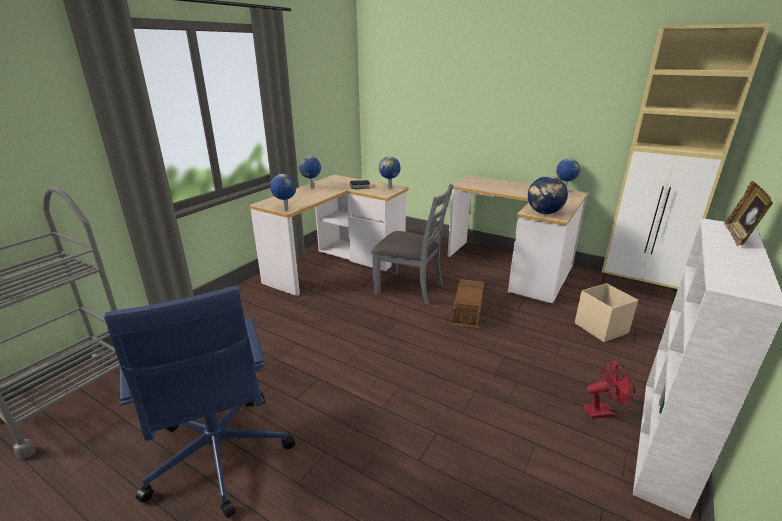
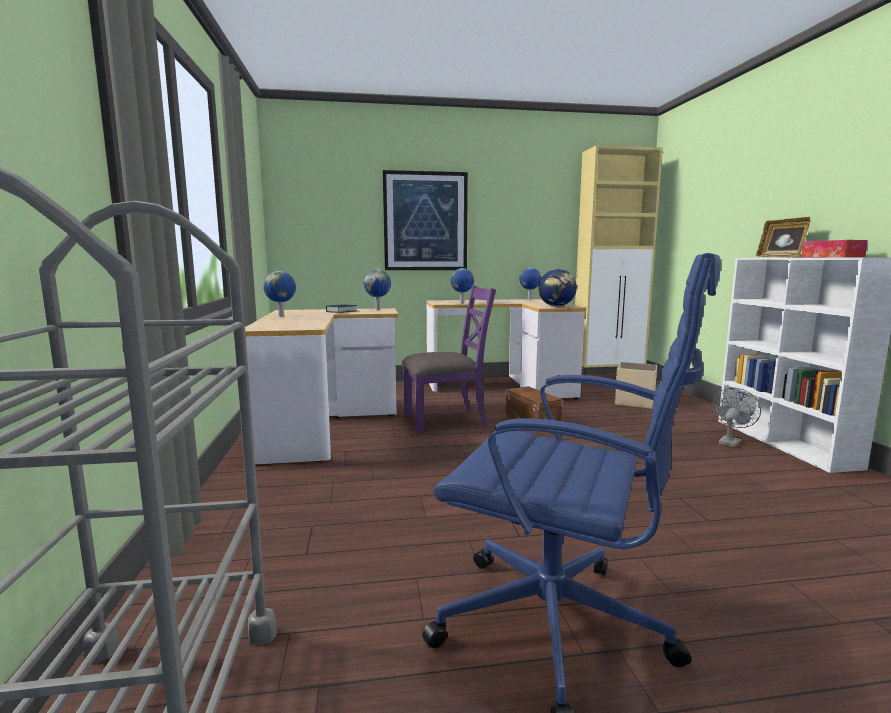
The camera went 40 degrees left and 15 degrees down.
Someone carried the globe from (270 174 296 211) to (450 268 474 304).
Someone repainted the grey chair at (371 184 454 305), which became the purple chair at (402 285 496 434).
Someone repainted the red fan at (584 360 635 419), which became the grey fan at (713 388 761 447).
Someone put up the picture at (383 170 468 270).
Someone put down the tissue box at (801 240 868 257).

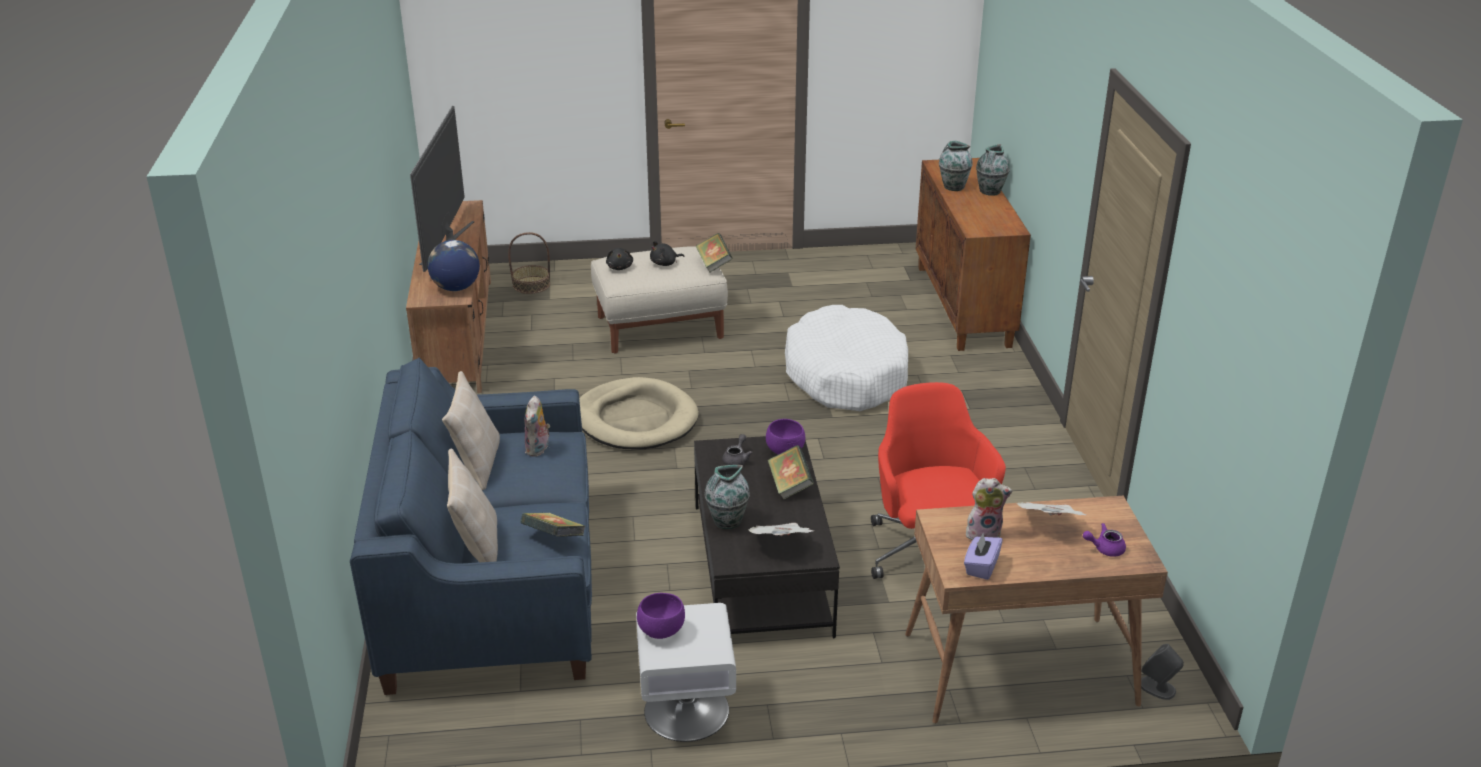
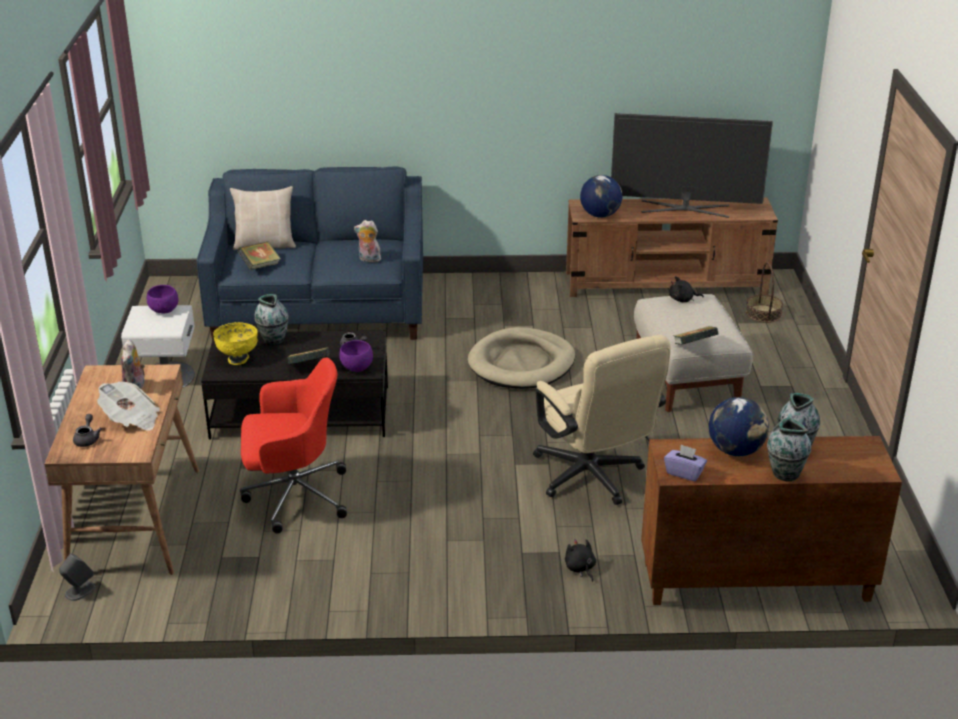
The camera went 95 degrees right and 0 degrees up.
Someone carried the black plush toy from (650 241 684 266) to (565 539 596 582).
Someone swapped the white dog bed at (785 305 908 411) for the beige office chair at (533 335 671 505).
Someone took away the beige pillow at (442 371 500 490).
Someone swapped the newspaper at (749 523 813 536) for the yellow bowl at (213 322 258 365).
Someone repainted the purple teapot at (1083 523 1126 557), which became the grey teapot at (73 414 102 447).
Someone carried the purple tissue box from (964 533 1003 580) to (664 444 707 482).
Someone put down the globe at (709 397 769 456).

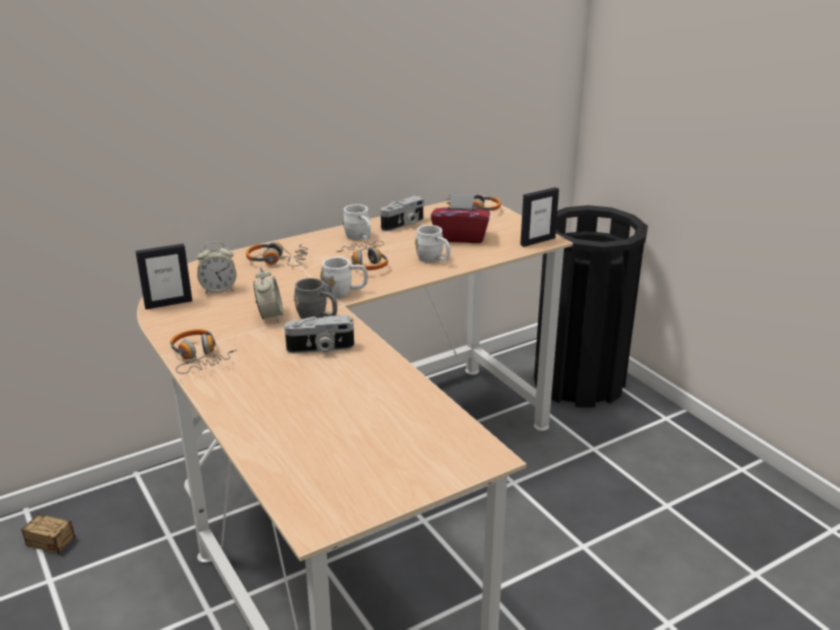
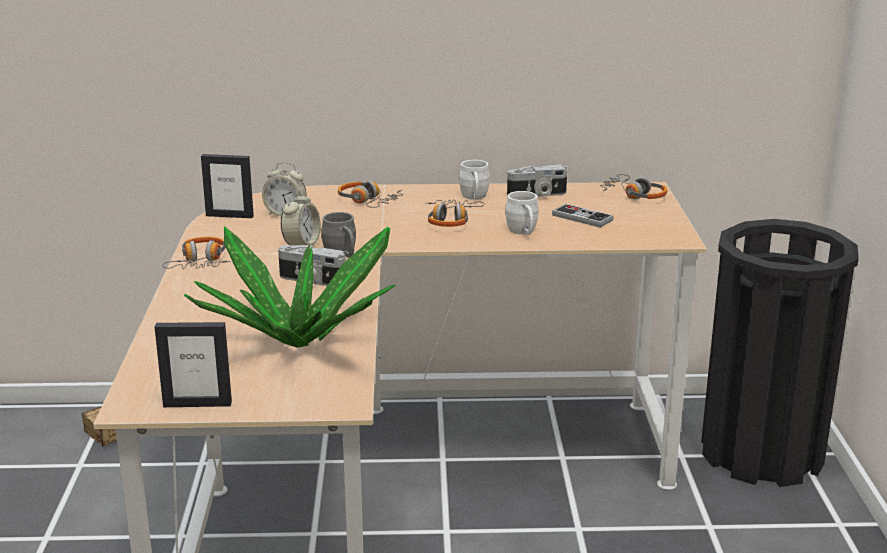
The camera went 30 degrees right and 5 degrees down.
Someone carried the picture frame from (520 187 559 247) to (155 322 232 407).
Someone swapped the red tissue box at (431 193 490 243) for the game controller at (552 204 614 228).
Someone took away the white mug at (320 257 368 298).
Someone put down the potted plant at (184 227 396 348).

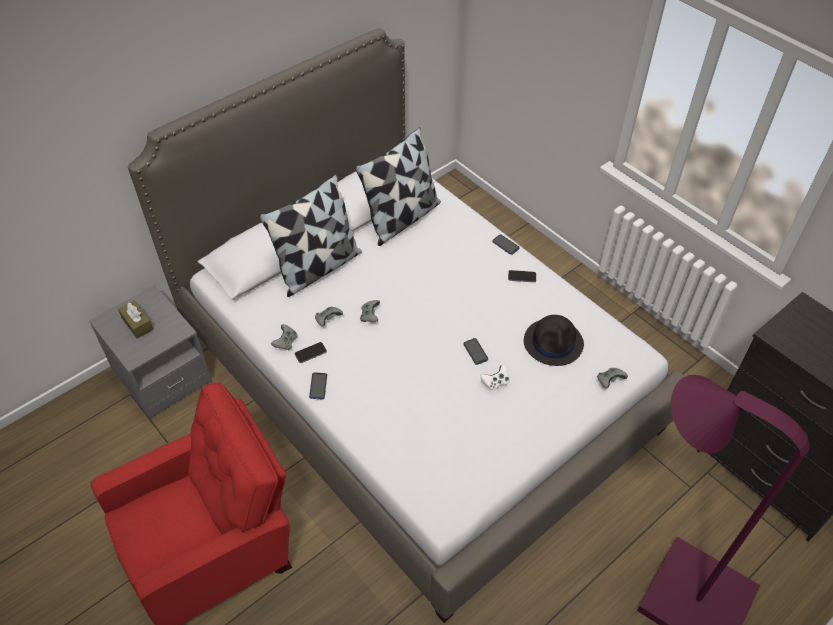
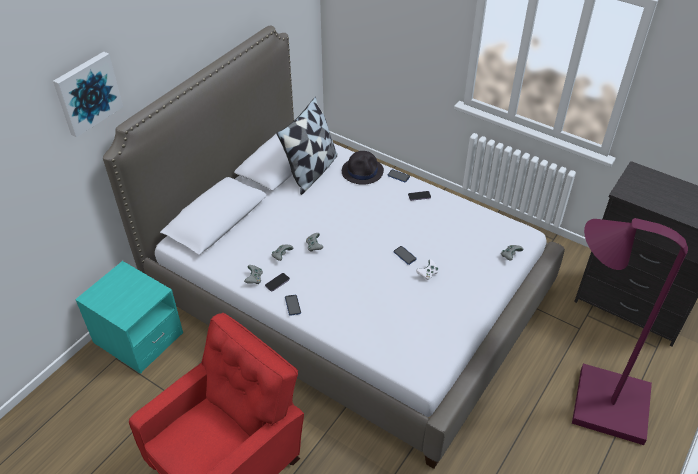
The camera went 15 degrees left and 5 degrees down.
Someone took away the pillow at (259 174 362 297).
Someone repainted the grey nightstand at (89 285 212 419), which became the turquoise nightstand at (75 261 183 374).
Someone took away the brown tissue box at (118 300 153 339).
Someone carried the black hat from (524 315 584 366) to (342 151 384 185).
Someone put up the picture at (53 52 123 137).

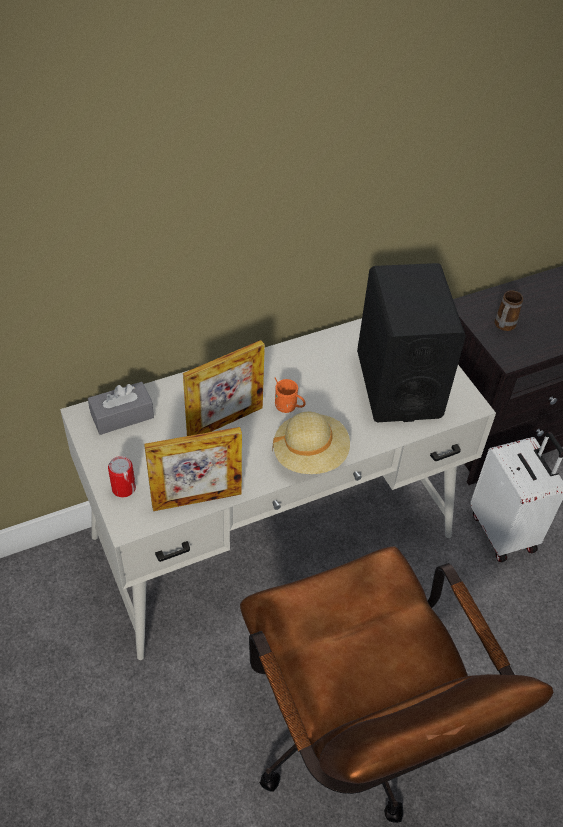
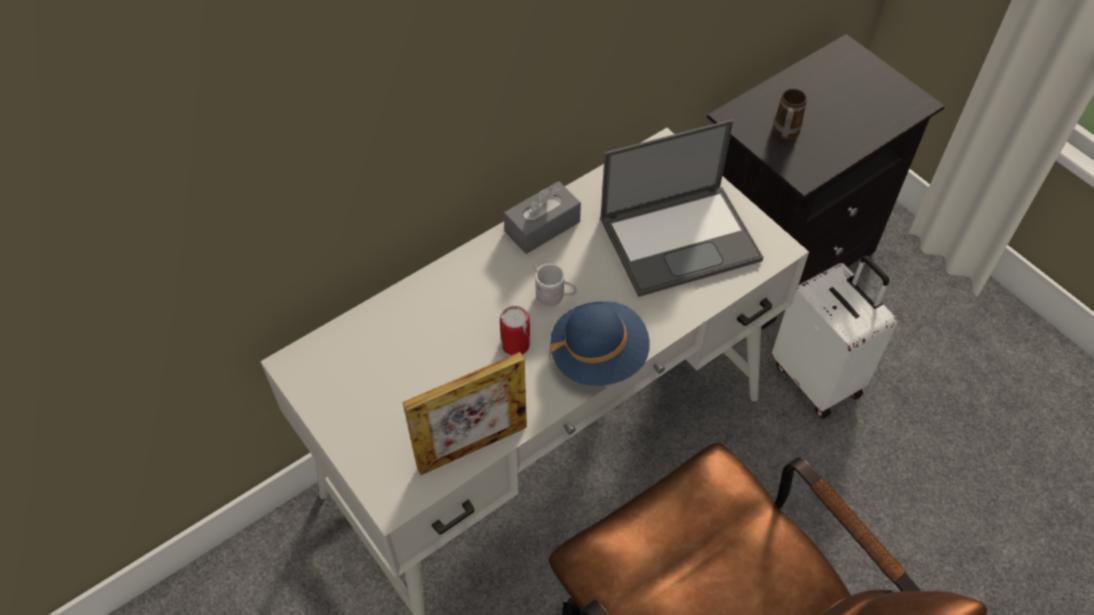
The camera went 10 degrees left and 5 degrees up.
Someone swapped the black speaker at (357 263 466 422) for the laptop at (600 119 764 297).
Someone took away the picture frame at (183 340 265 436).
Someone repainted the orange mug at (275 377 306 413), which became the white mug at (533 263 577 306).
Someone carried the grey tissue box from (88 382 154 435) to (504 181 581 254).
Someone repainted the beige hat at (272 412 350 474), which became the blue hat at (550 301 650 386).
Someone carried the can from (108 456 136 497) to (500 306 530 355).

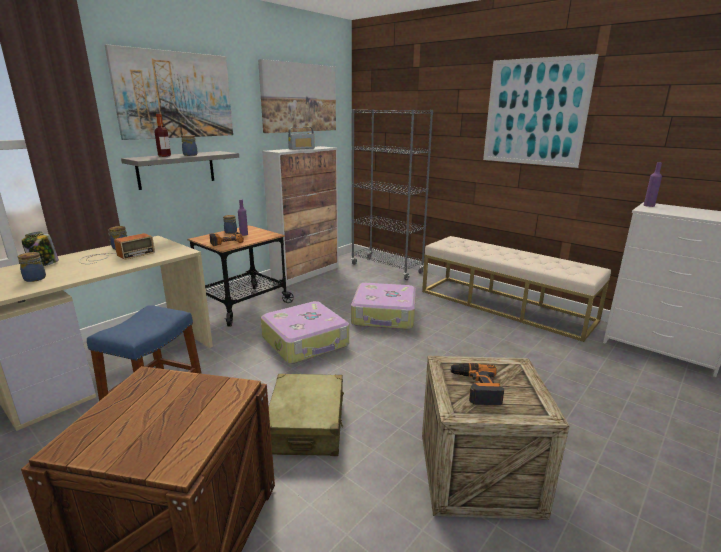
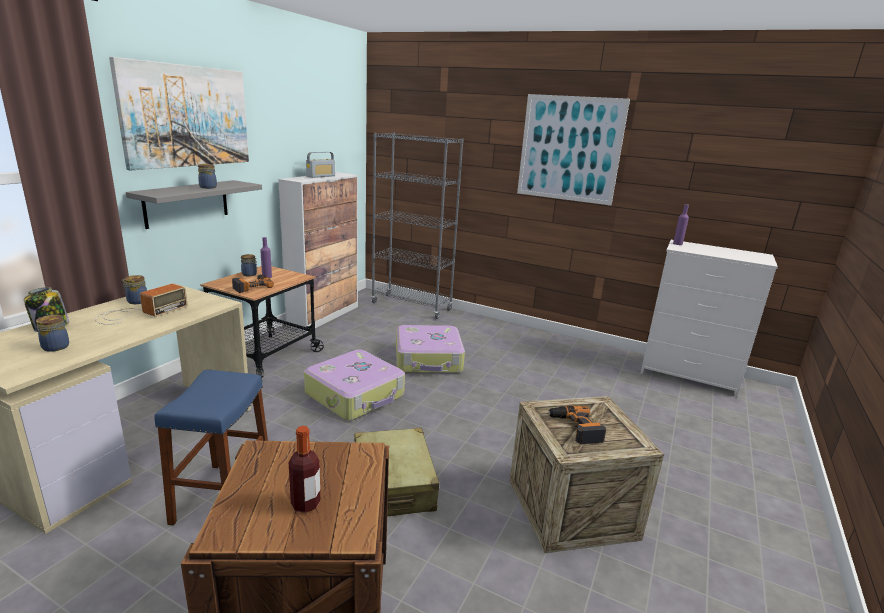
The camera went 15 degrees left and 0 degrees up.
Someone took away the picture at (258 59 336 133).
Someone carried the bottle from (155 114 171 157) to (289 426 320 513).
Someone took away the beige bench at (422 236 611 342).

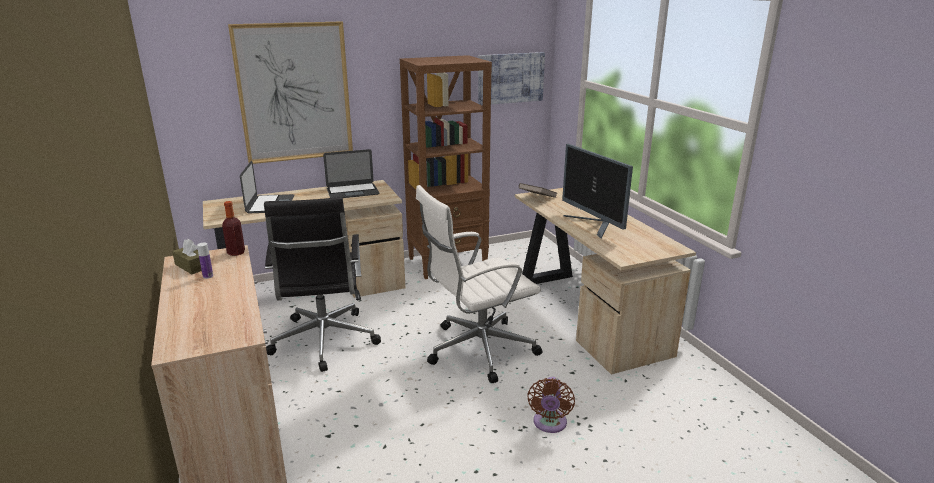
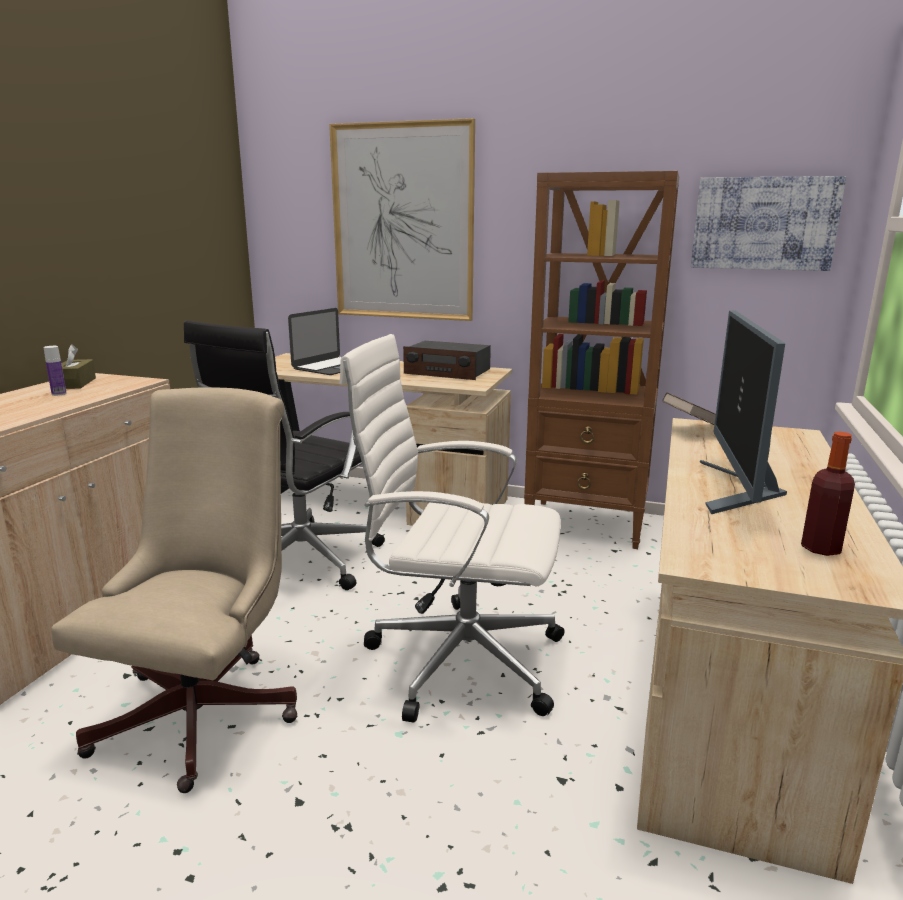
The camera went 40 degrees right and 5 degrees down.
Someone swapped the laptop at (323 149 379 198) for the radio at (403 341 491 380).
Someone carried the bottle from (222 201 245 256) to (801 432 855 556).
Someone took away the brown fan at (527 377 575 433).
Someone put down the beige office chair at (51 387 297 793).

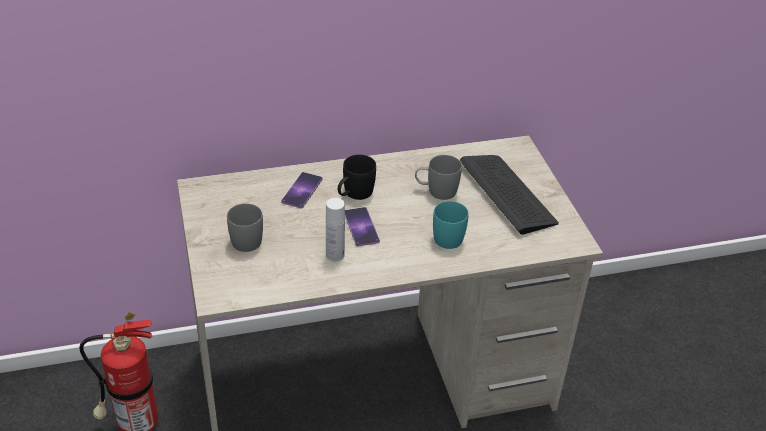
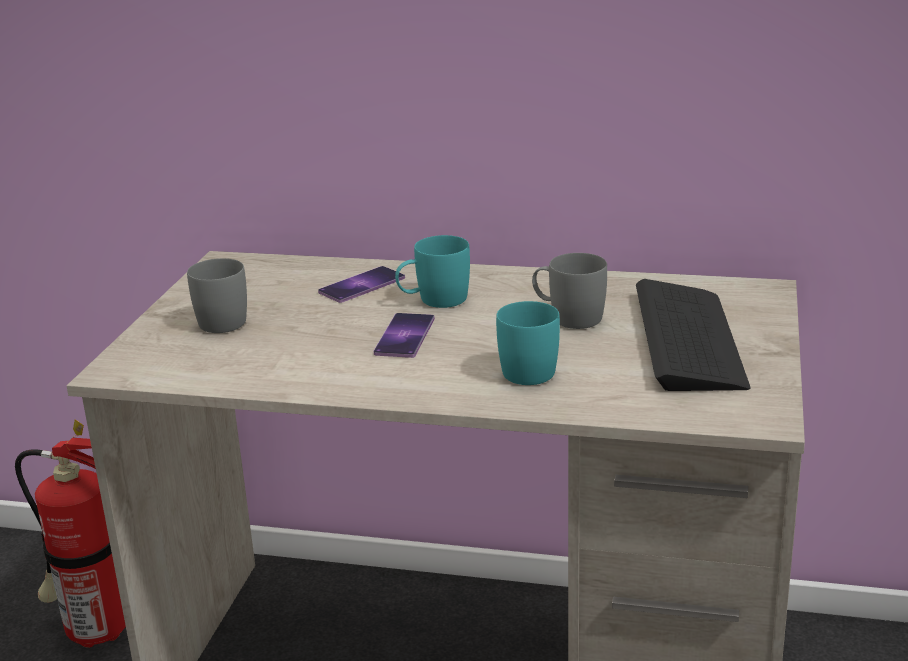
The camera went 30 degrees right and 15 degrees down.
Someone repainted the black mug at (338 155 376 200), which became the turquoise mug at (395 235 470 308).
Someone took away the white bottle at (326 198 345 262).

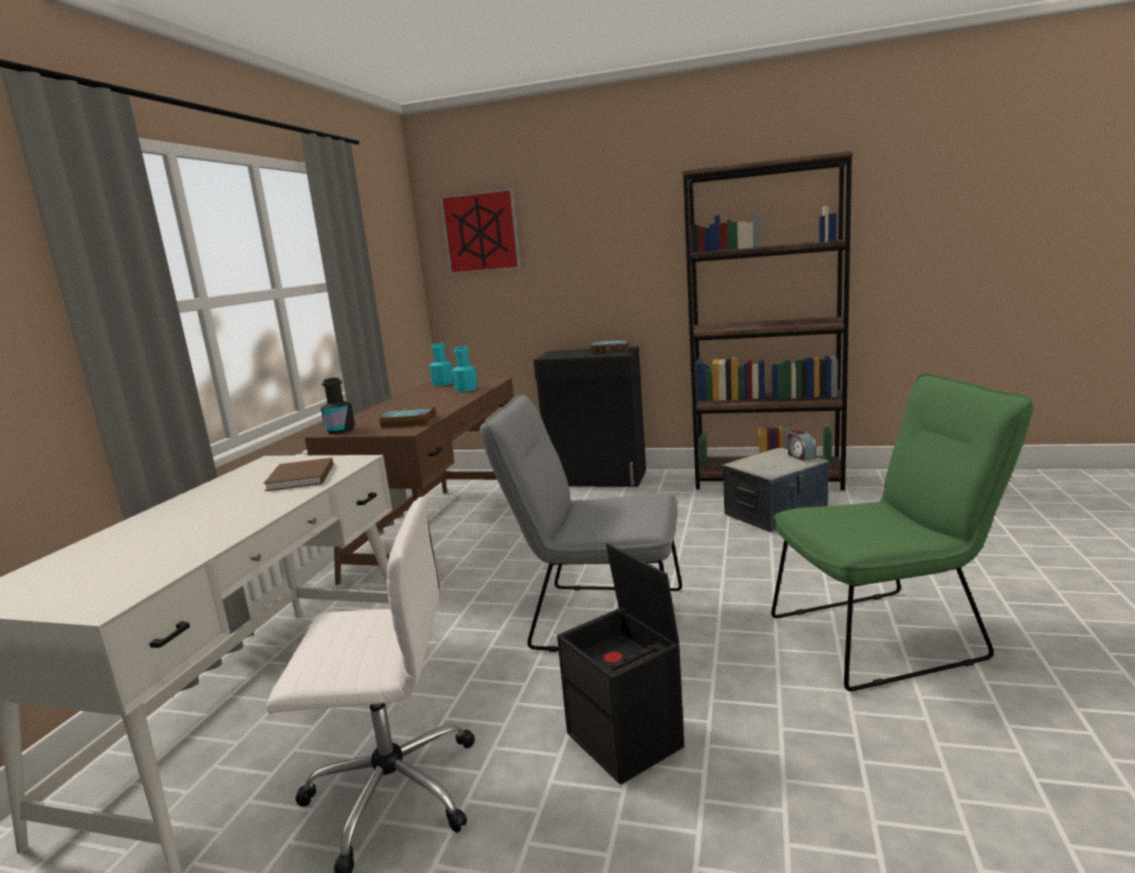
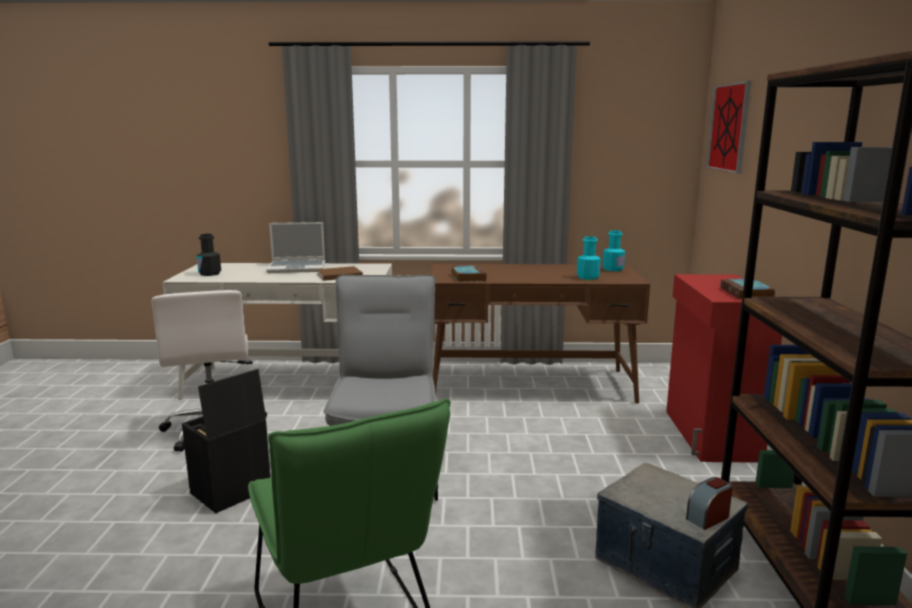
The camera went 75 degrees right and 0 degrees up.
Someone repainted the black cabinet at (534 346 646 487), which became the red cabinet at (666 274 782 463).
Someone carried the black bottle from (321 378 355 434) to (196 234 221 276).
Someone put down the laptop at (266 222 325 273).

